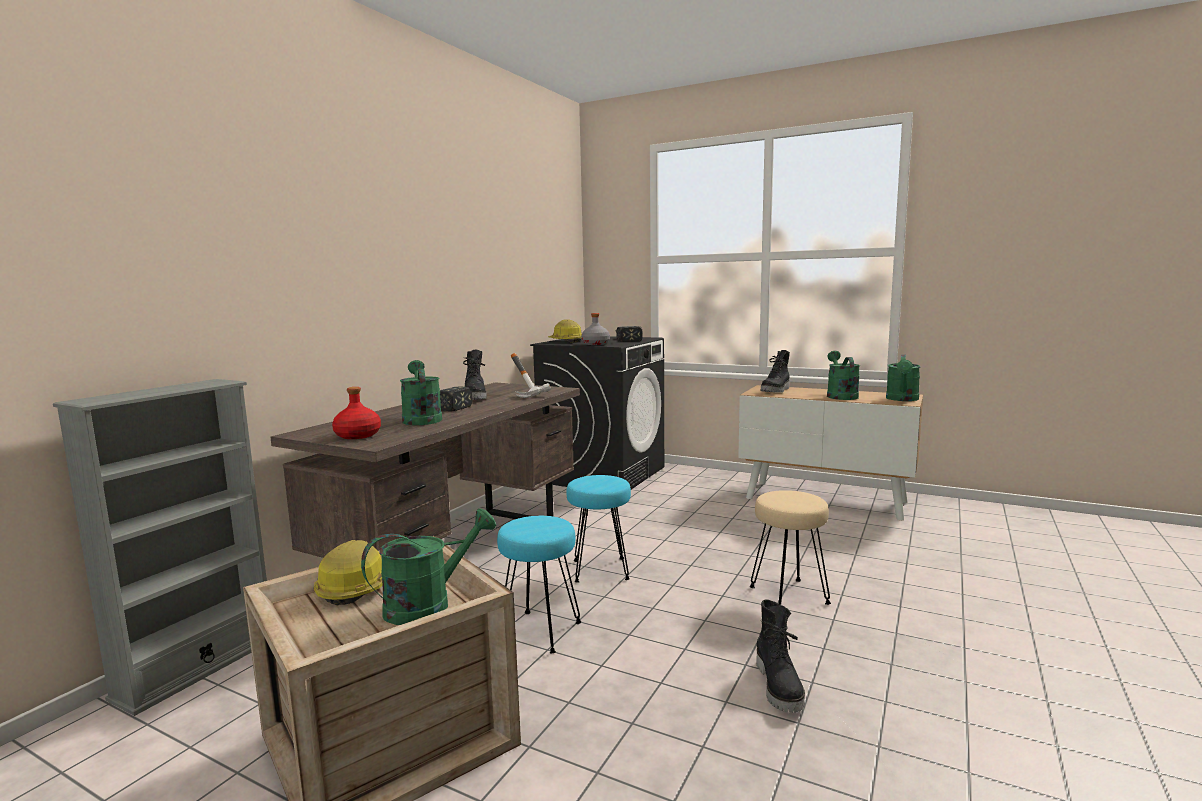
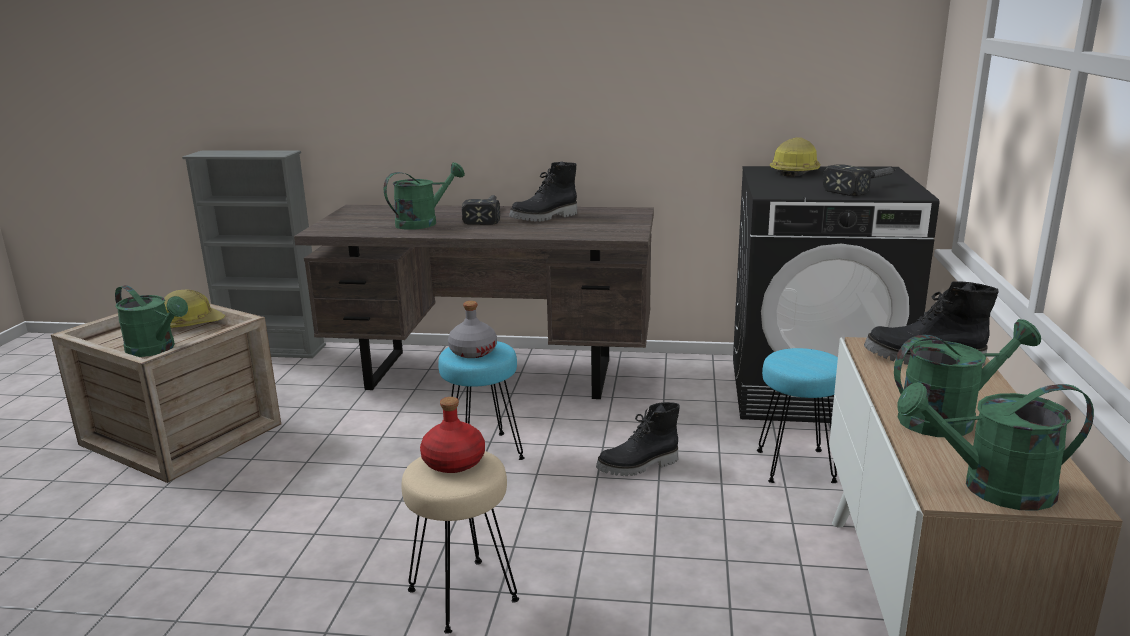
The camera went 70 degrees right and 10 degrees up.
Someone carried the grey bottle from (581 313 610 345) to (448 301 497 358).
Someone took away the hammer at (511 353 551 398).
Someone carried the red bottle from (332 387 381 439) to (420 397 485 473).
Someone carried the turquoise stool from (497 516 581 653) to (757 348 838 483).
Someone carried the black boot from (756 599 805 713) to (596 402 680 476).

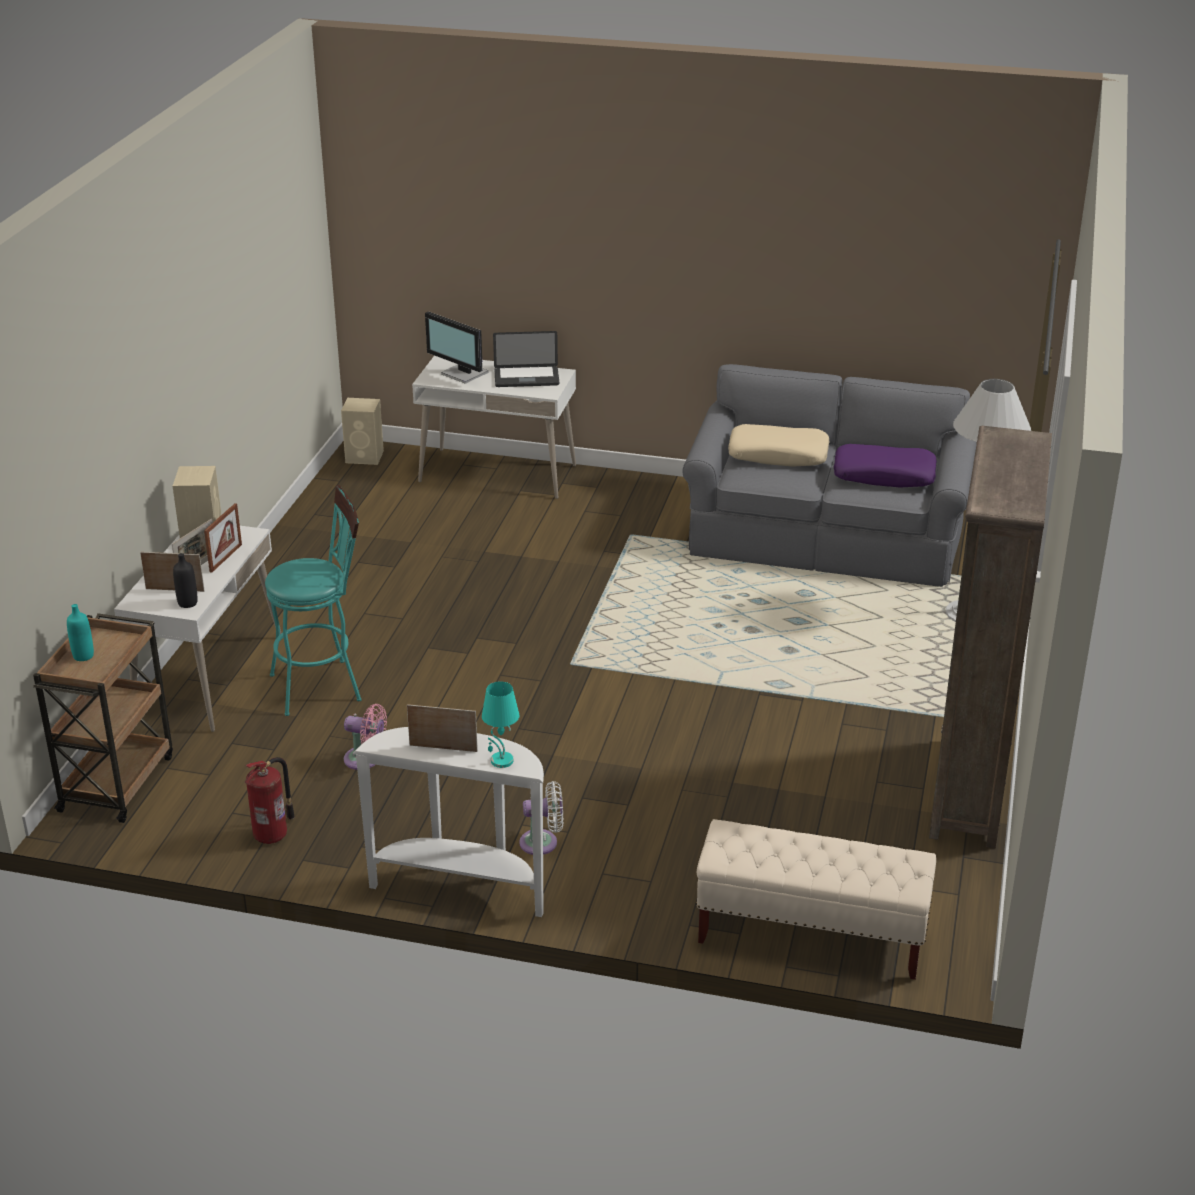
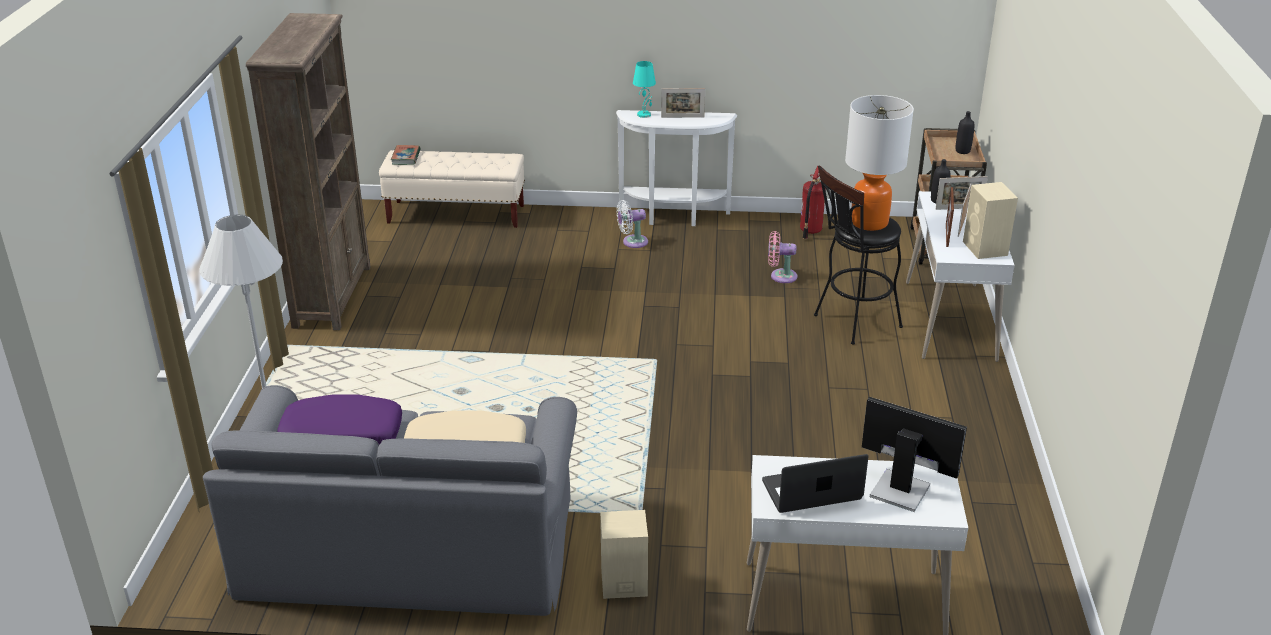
The camera went 170 degrees right and 0 degrees up.
Someone carried the beige speaker from (341 398 384 465) to (600 510 648 599).
Someone repainted the turquoise stool at (265 485 362 716), which became the black stool at (814 165 903 345).
Someone repainted the turquoise bottle at (67 604 94 661), which became the black bottle at (956 111 974 154).
Someone put down the table lamp at (845 95 914 231).
Someone put down the book at (391 145 421 165).

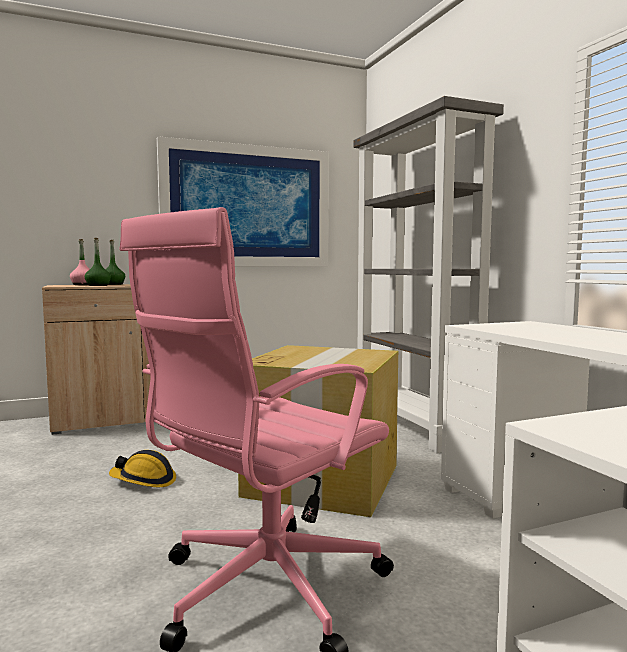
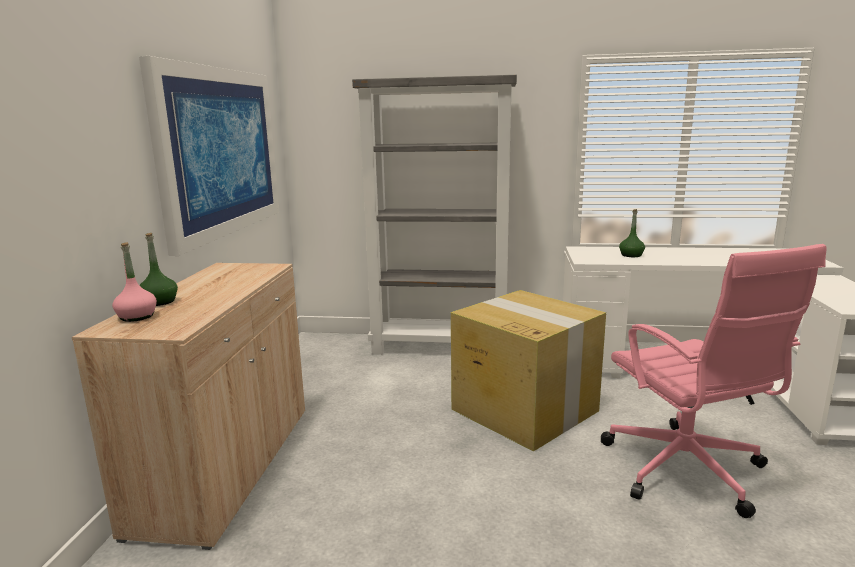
The camera went 60 degrees left and 10 degrees up.
Someone carried the green bottle from (84 238 111 286) to (619 209 645 257).
Someone took away the hard hat at (109 450 176 487).

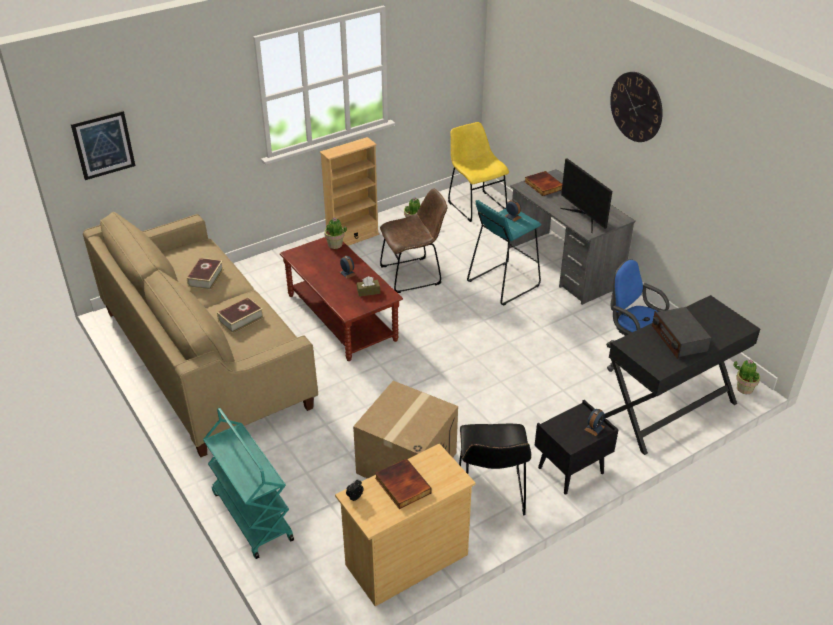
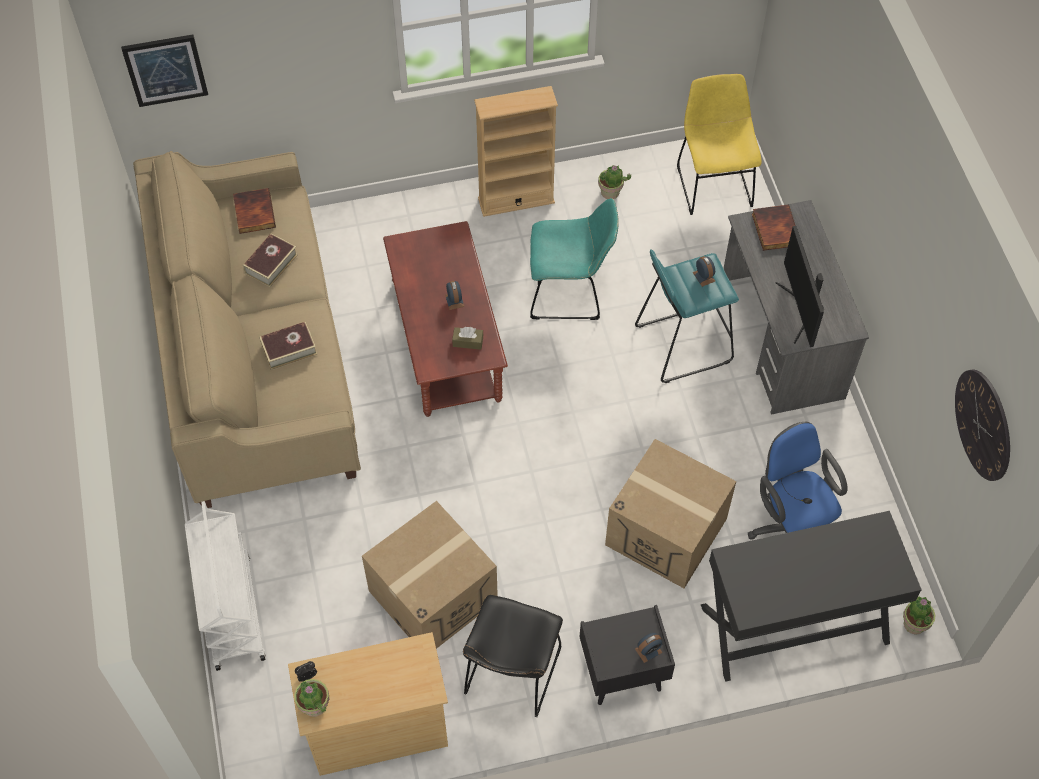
The camera went 20 degrees right and 20 degrees up.
Someone carried the wall clock from (610 72 663 142) to (955 370 1010 481).
Someone repainted the brown chair at (380 188 448 293), which became the turquoise chair at (530 198 619 320).
Someone carried the potted plant from (324 217 347 249) to (294 679 329 717).
Someone took away the radio at (652 307 711 359).
Someone repainted the turquoise cart at (203 408 294 559), which became the white cart at (185 501 266 671).
Someone carried the book from (375 458 432 509) to (233 188 276 234).
Someone put down the cardboard box at (605 439 736 588).

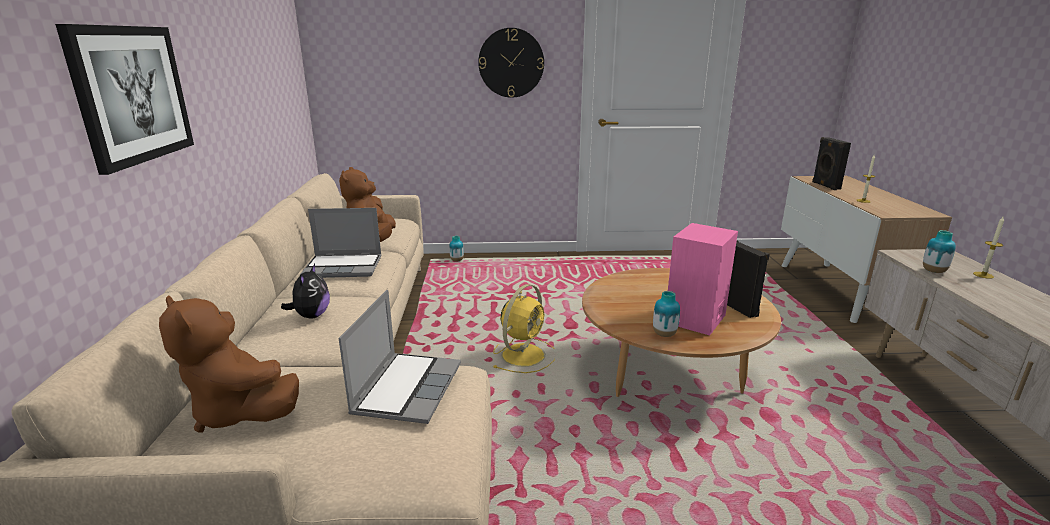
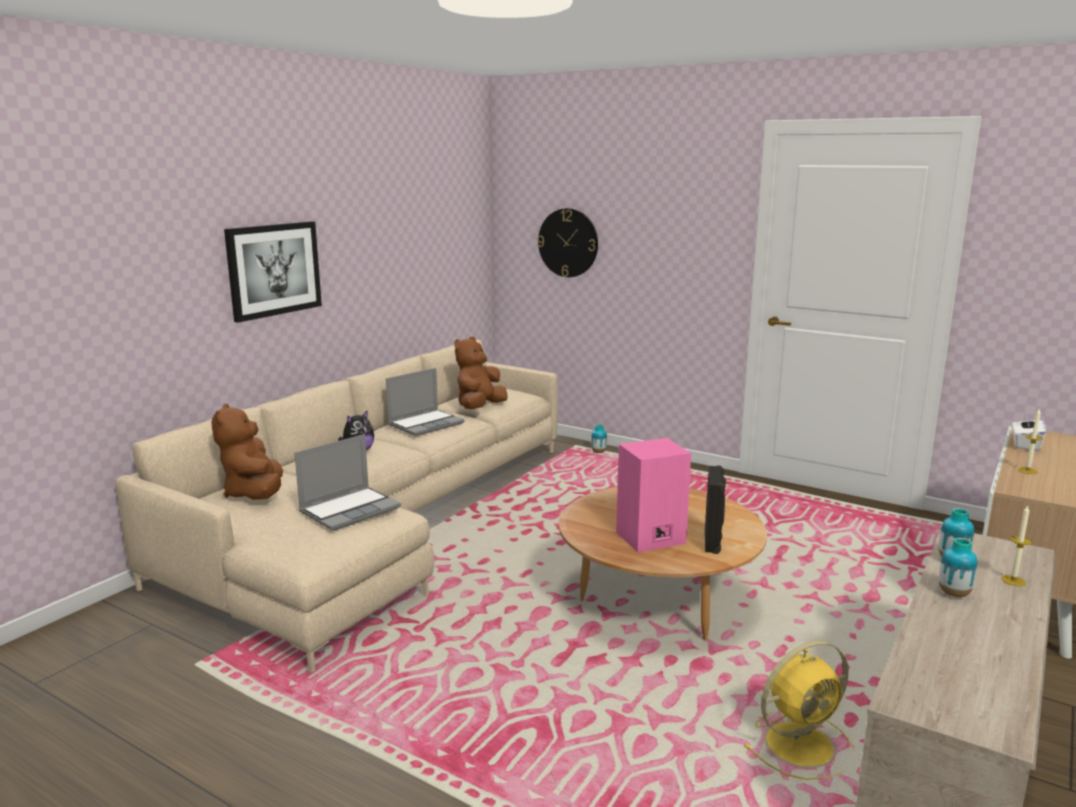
The camera went 35 degrees right and 5 degrees down.
Someone carried the wall clock from (478 28 544 98) to (537 208 598 277).
Someone swapped the black speaker at (812 137 851 190) for the white tissue box at (1012 413 1046 451).
Someone rotated the laptop at (300 208 382 278) by 75 degrees counterclockwise.
Someone carried the yellow fan from (493 284 555 373) to (743 640 854 780).
Someone carried the vase from (653 291 680 337) to (939 538 977 597).

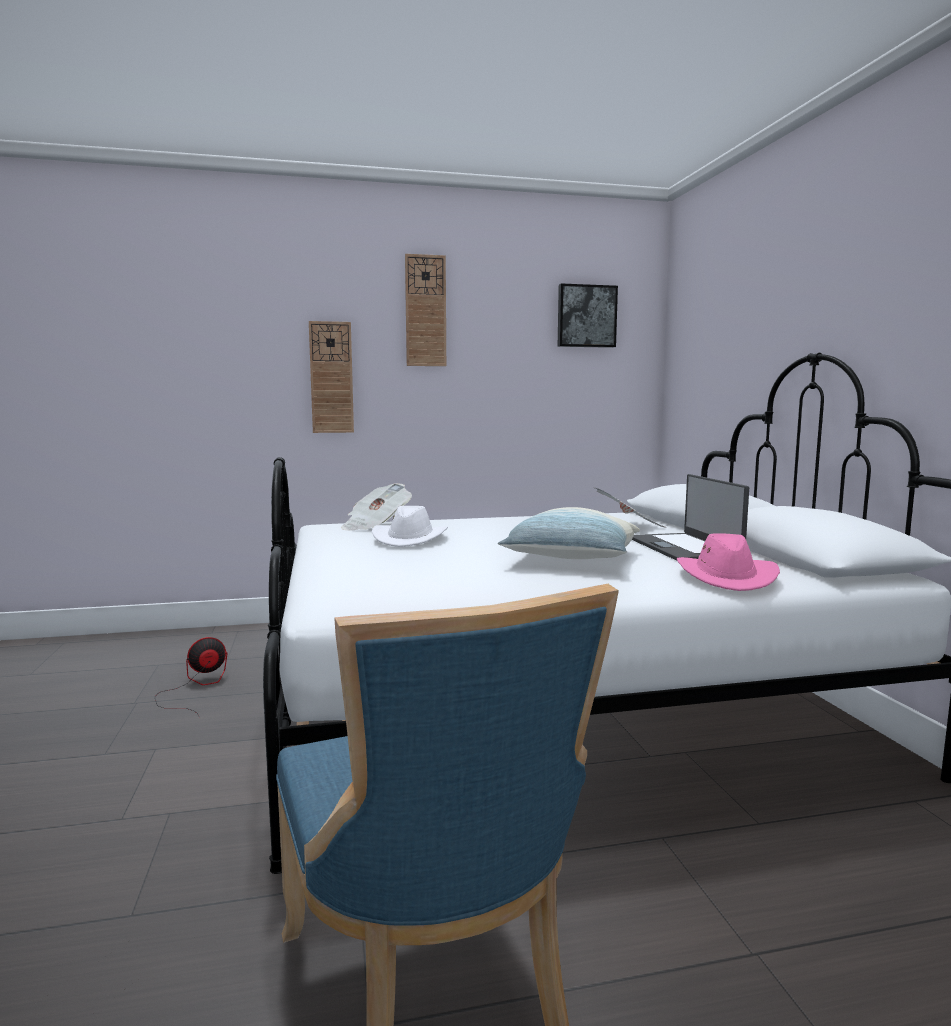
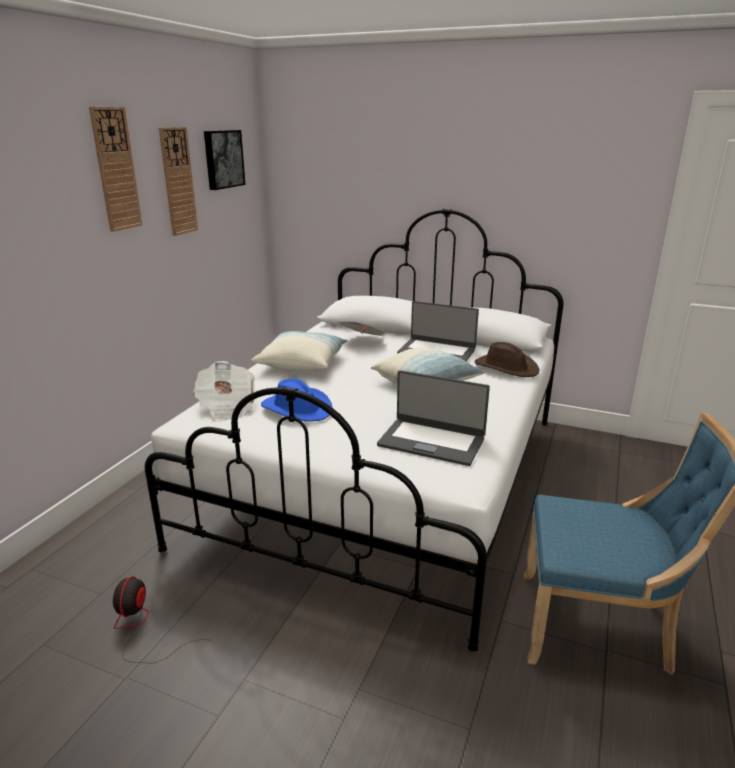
The camera went 55 degrees left and 15 degrees up.
Someone carried the wall clock from (309 321 354 433) to (159 127 198 236).
Someone repainted the white hat at (372 506 448 547), which became the blue hat at (261 379 332 422).
Someone repainted the pink hat at (677 533 780 591), which became the brown hat at (474 342 540 377).
Someone put down the pillow at (251 331 348 372).
Someone put down the laptop at (377 370 490 466).

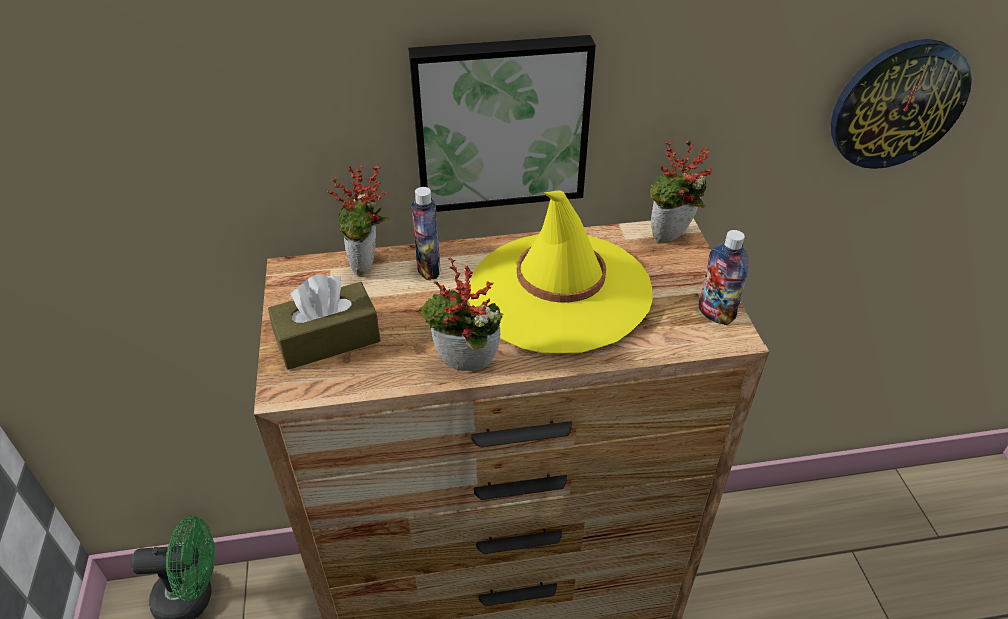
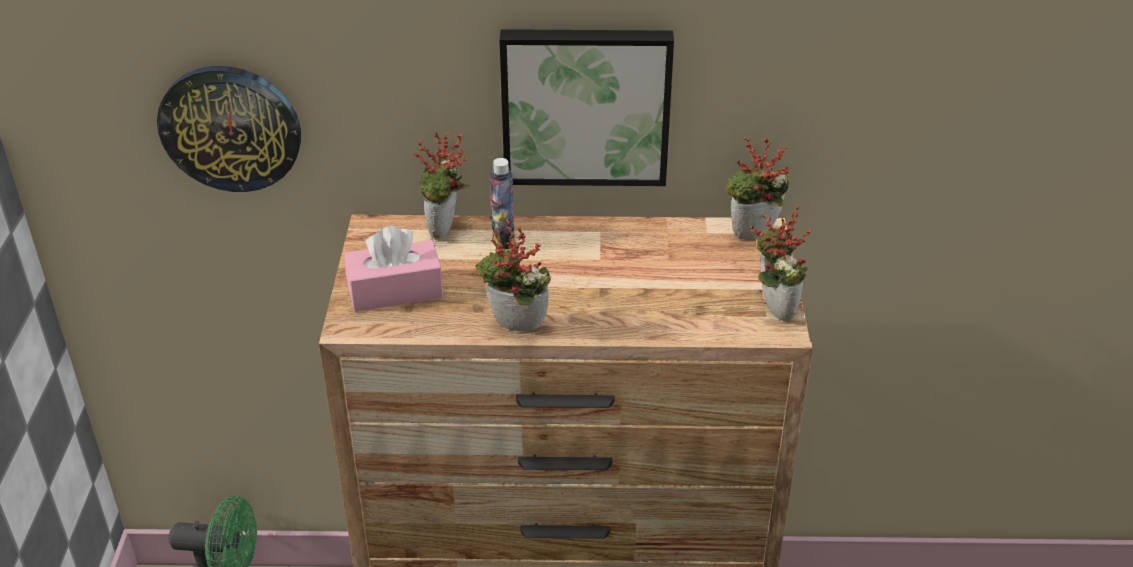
The camera went 10 degrees right and 5 degrees down.
Someone carried the wall clock from (831 39 972 169) to (157 66 301 192).
Someone took away the yellow hat at (468 190 653 353).
Someone swapped the bottle at (699 230 749 325) for the potted plant at (749 205 812 322).
Someone repainted the brown tissue box at (268 274 381 370), which became the pink tissue box at (344 226 443 311).

